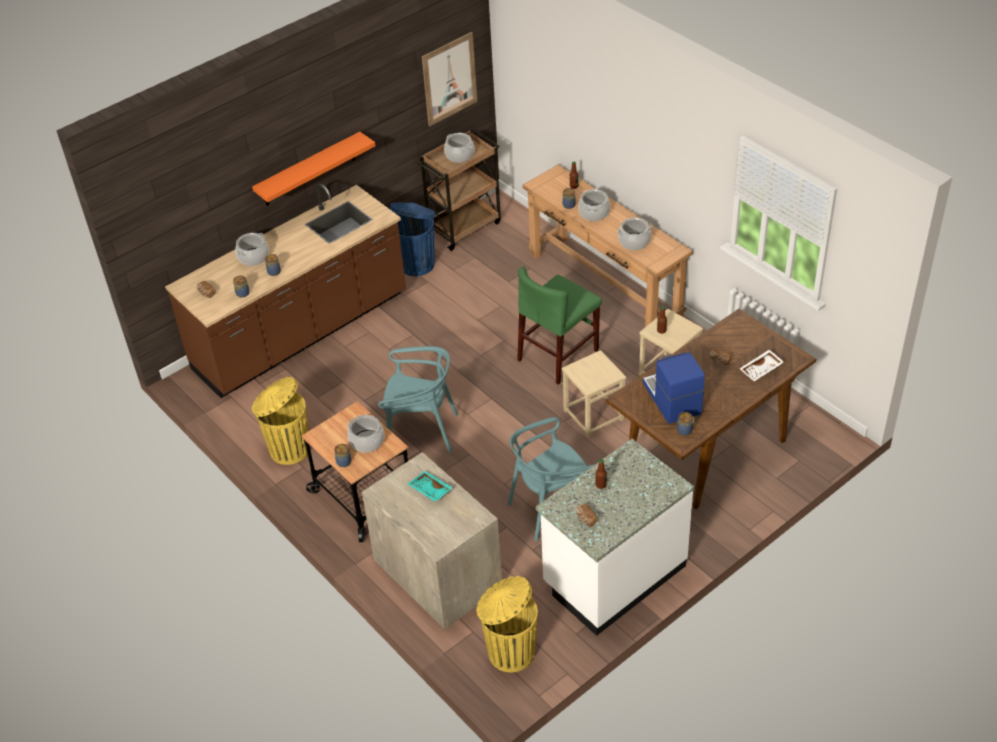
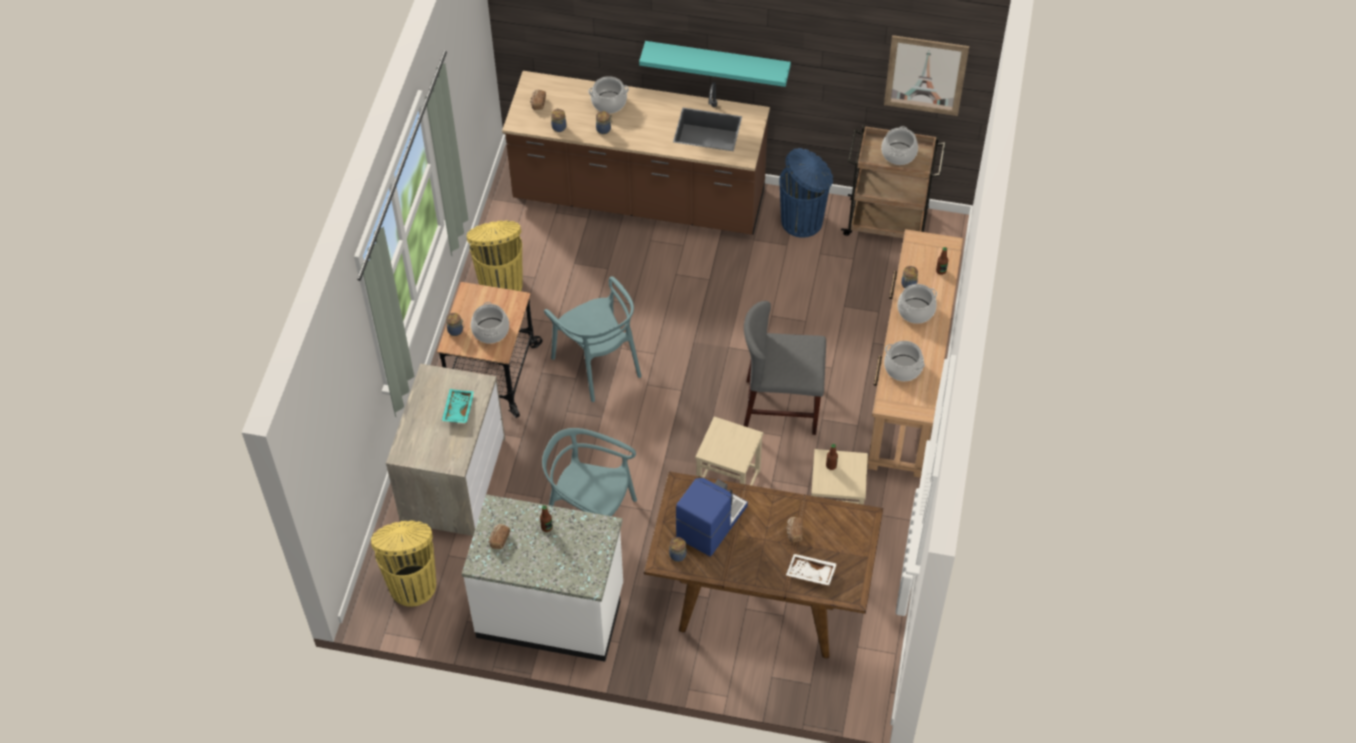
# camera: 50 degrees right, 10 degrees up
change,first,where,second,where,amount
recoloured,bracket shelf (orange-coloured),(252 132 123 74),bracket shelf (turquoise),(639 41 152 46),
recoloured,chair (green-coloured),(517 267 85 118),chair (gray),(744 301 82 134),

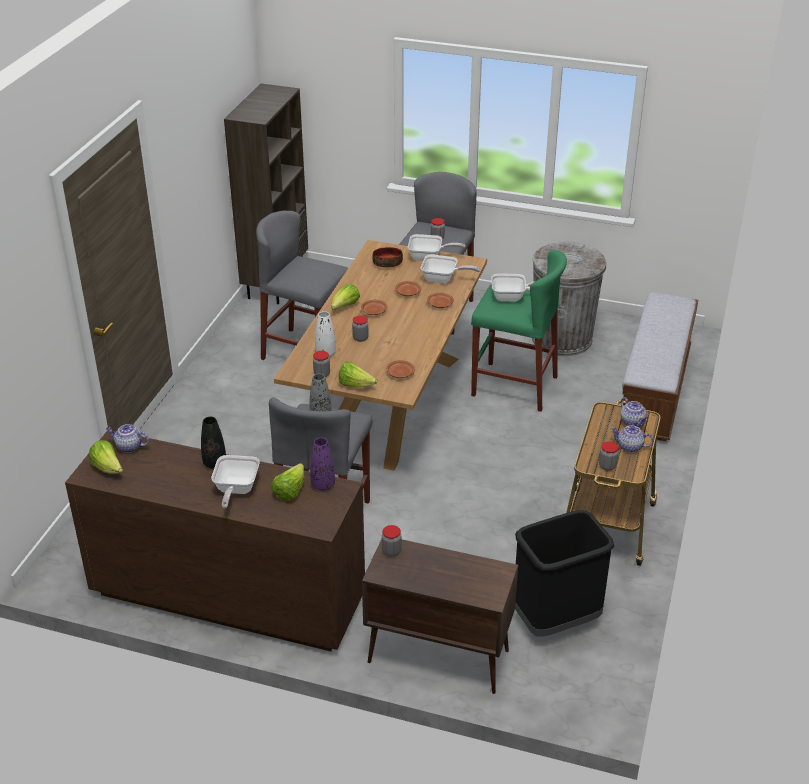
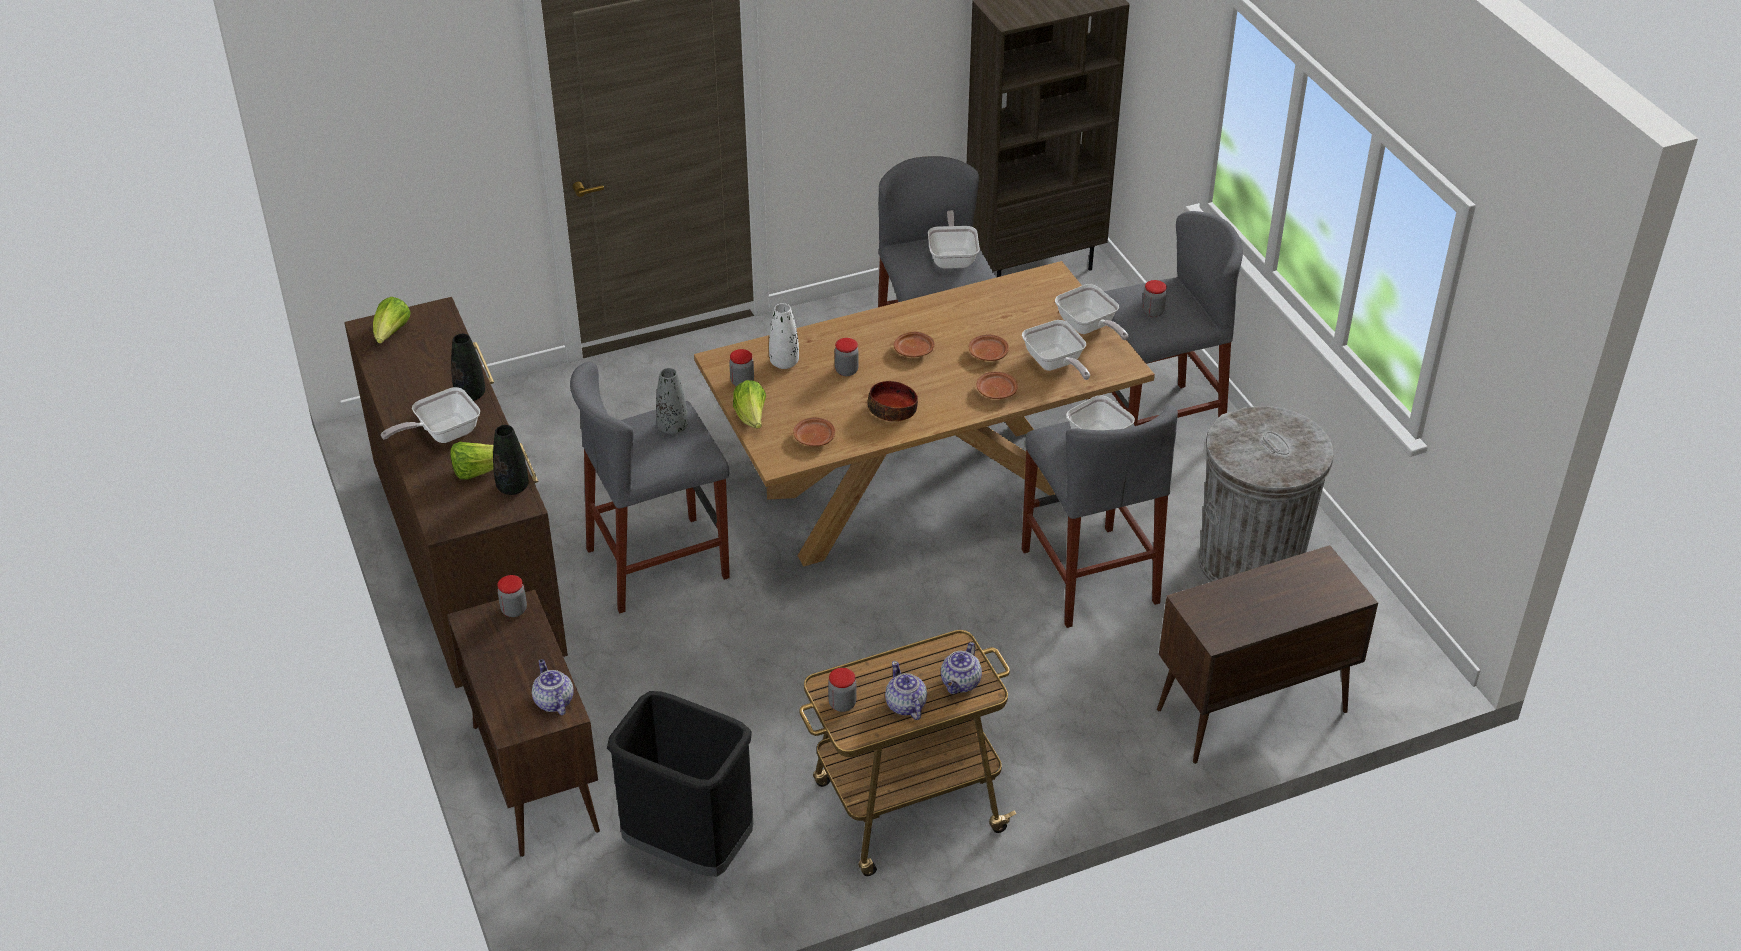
# camera: 50 degrees right, 5 degrees up
change,first,where,second,where,amount
moved,teapot,(106 424 43 29),,(532 659 42 56),
recoloured,decorative vase (purple-coloured),(310 438 25 52),decorative vase (blackish),(493 425 35 70),
removed,lettuce,(332 284 28 26),,,
moved,serving bowl,(372 247 31 21),,(867 381 51 41),
recoloured,stool (green-coloured),(471 250 96 162),stool (gray),(1022 405 156 223),
replaced,long seat,(618 292 80 149),storage cabinet (brownish),(1157 545 221 219),
added,,,skillet,(928 210 52 59),

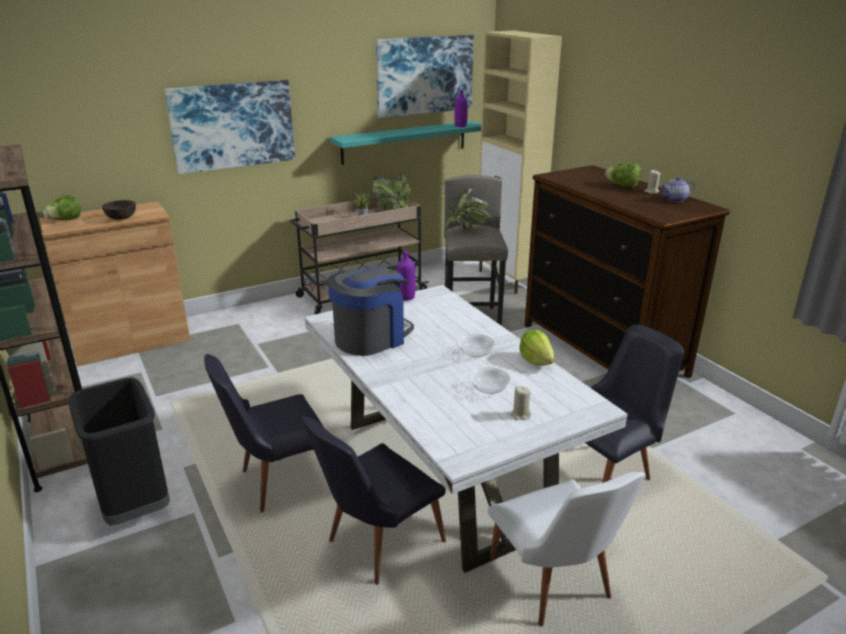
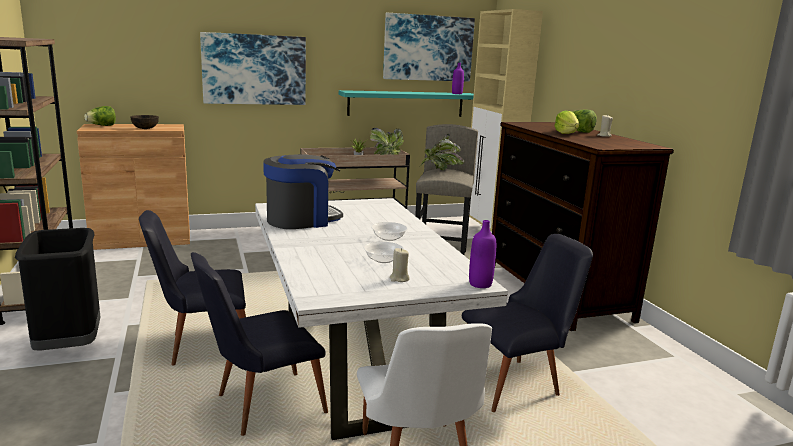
# camera: 10 degrees right, 10 degrees down
change,first,where,second,where,amount
moved,beverage bottle (purple-coloured),(397 251 18 50),,(469 220 27 68),
moved,lettuce,(519 329 35 37),,(554 111 25 23),
removed,teapot,(660 177 35 25),,,

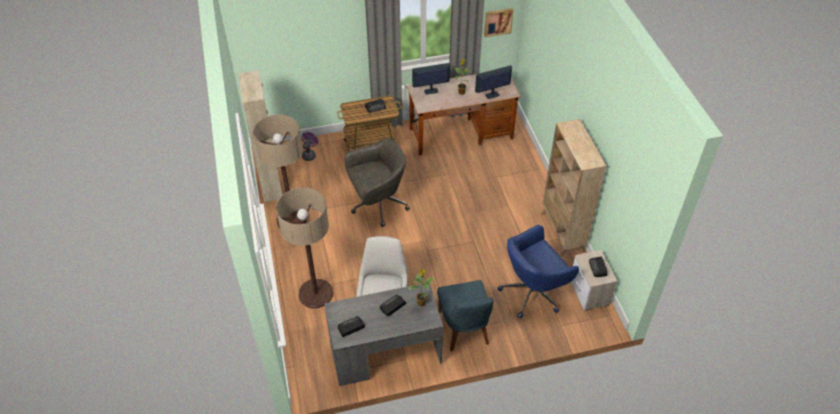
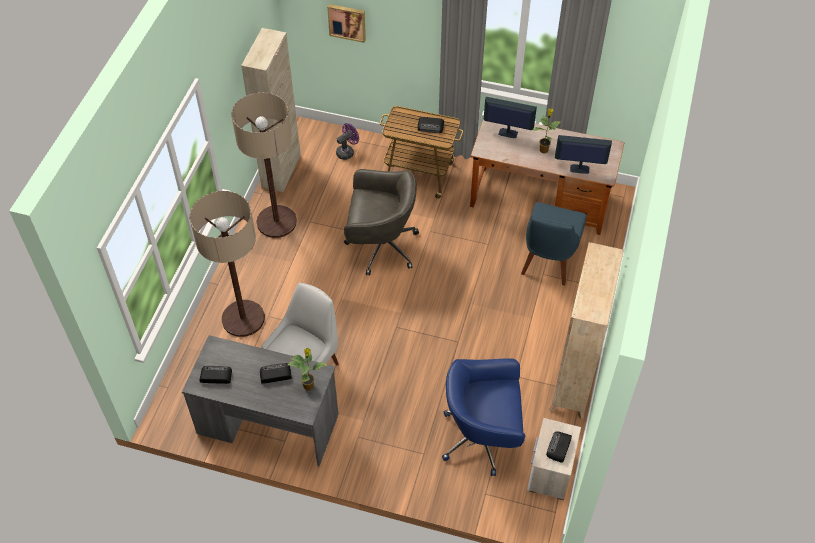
# camera: 30 degrees right, 5 degrees up
change,first,where,second,where,amount
moved,chair (blue-coloured),(437 280 56 71),,(521 202 66 84),
moved,wall art,(484 8 30 29),,(327 4 39 39),

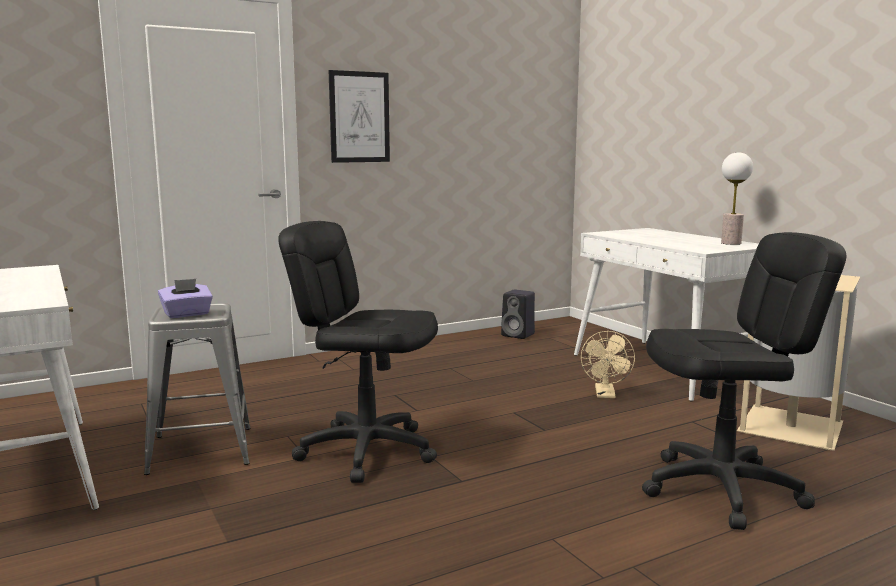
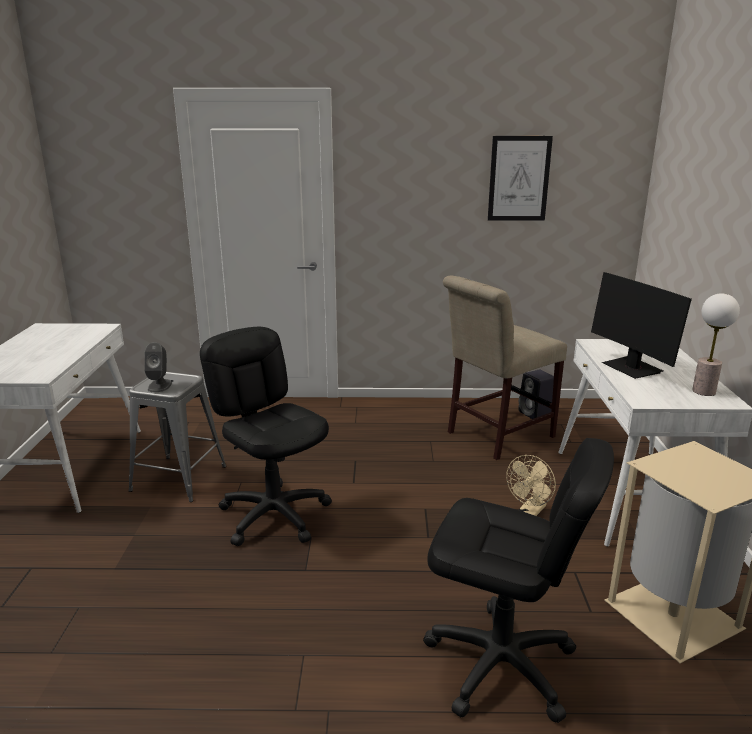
# camera: 30 degrees right, 10 degrees up
change,first,where,second,where,amount
replaced,box of tissues (purple-coloured),(158 279 55 39),loudspeaker (gray),(144 342 28 50),
moved,wall art,(328 70 62 93),,(488 136 65 85),
added,,,chair (beige-coloured),(443 276 124 184),
added,,,computer screen,(591 272 101 107),

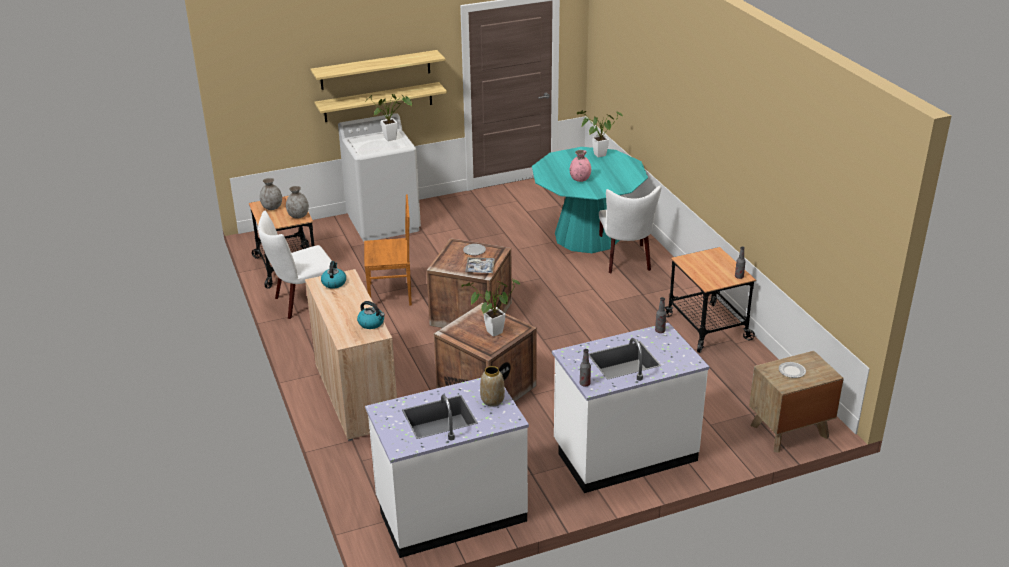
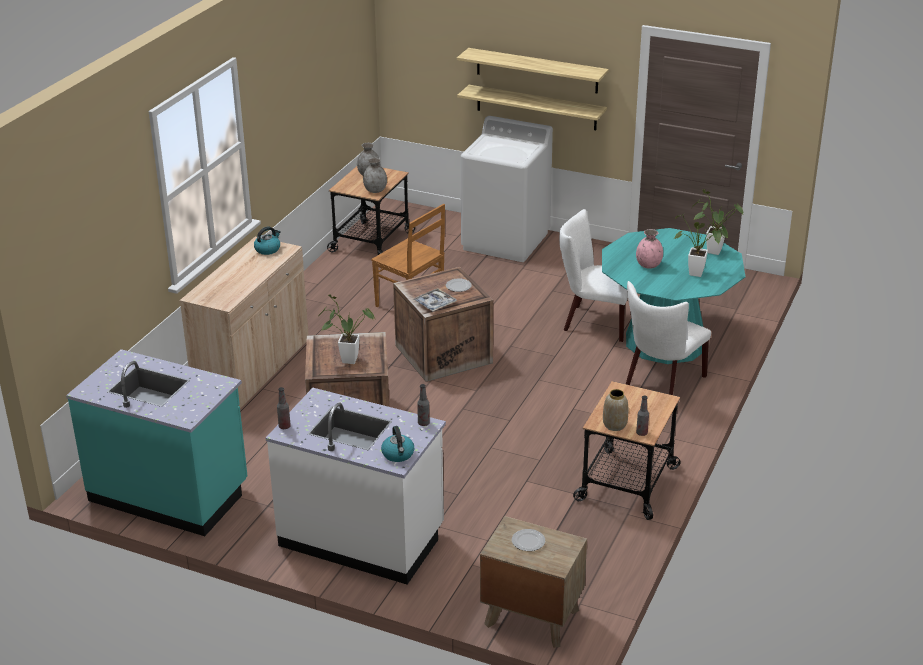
# camera: 45 degrees right, 0 degrees up
change,first,where,second,where,amount
moved,chair (whitish),(258 211 74 108),,(559 209 72 133),
moved,tea kettle,(357 301 28 28),,(381 426 33 36),
recoloured,kitchen base unit (whitish),(365 378 164 180),kitchen base unit (turquoise),(66 349 181 187),
moved,potted plant,(366 94 46 47),,(673 214 55 63),
moved,decorative vase,(480 366 25 40),,(603 389 25 42),

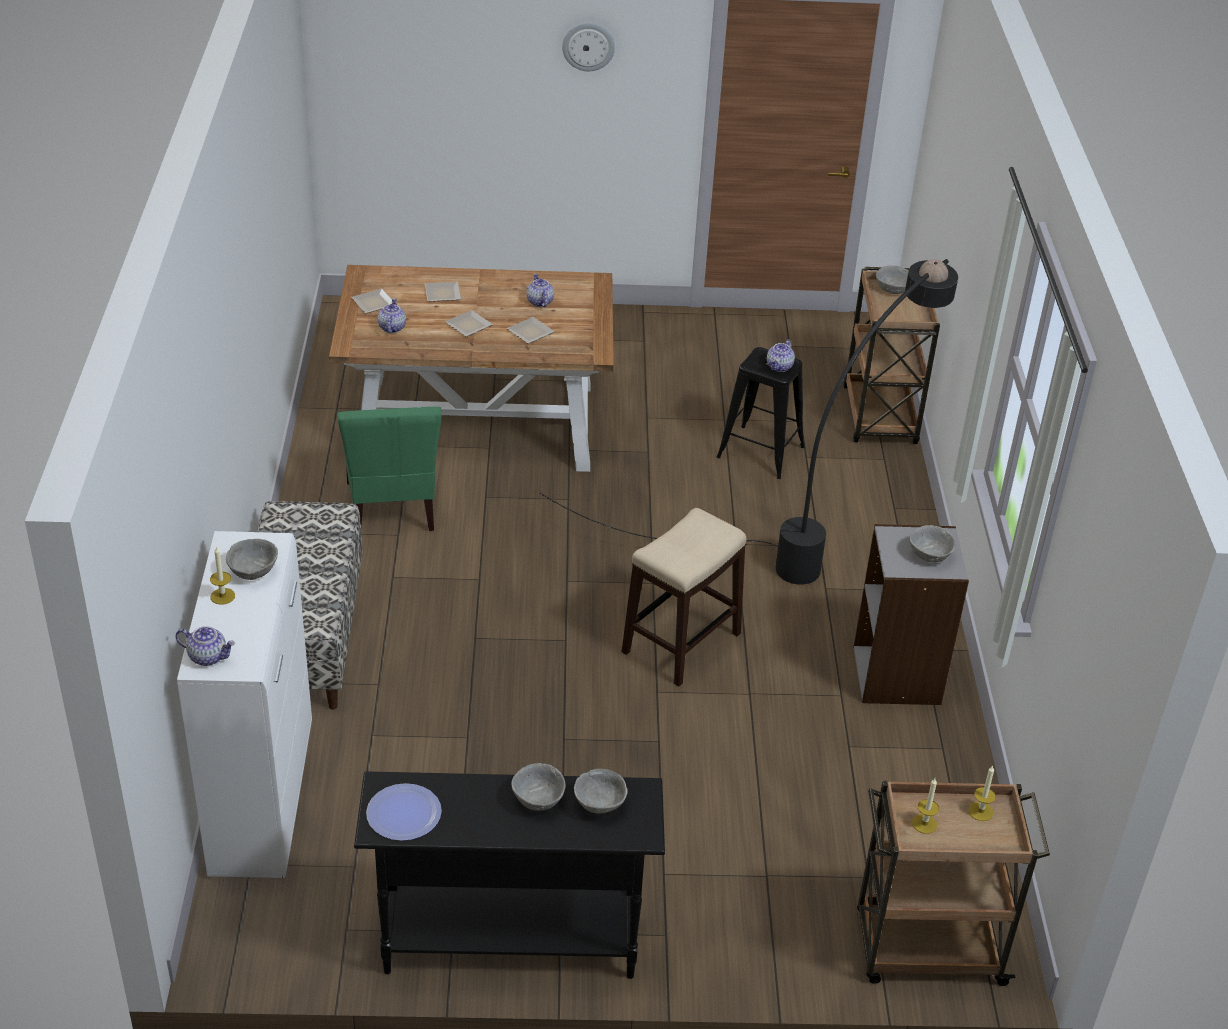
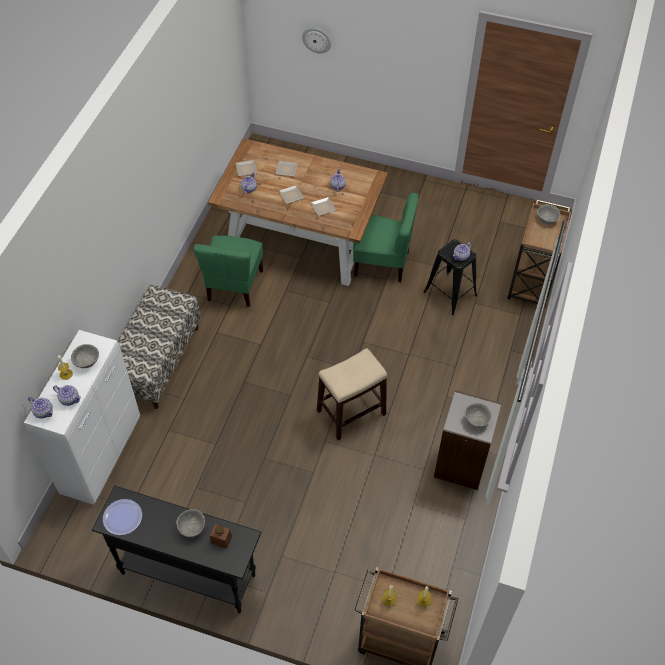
# camera: 20 degrees right, 15 degrees up
change,first,where,second,where,amount
removed,standard lamp (blackish),(540 259 418 326),,,
moved,clock on the wall,(562 23 53 48),,(302 28 29 25),
replaced,serving bowl (gray),(574 769 54 45),storage jar (brownish),(210 524 22 24),
added,,,teapot,(53 385 28 21),
added,,,chair (green-coloured),(353 193 66 89),

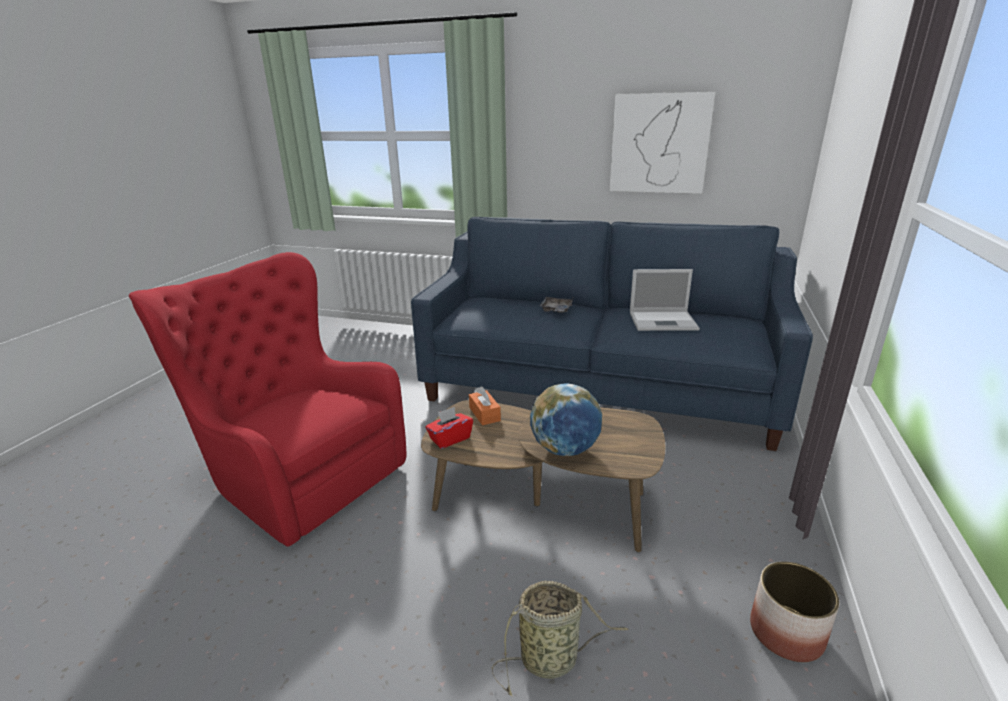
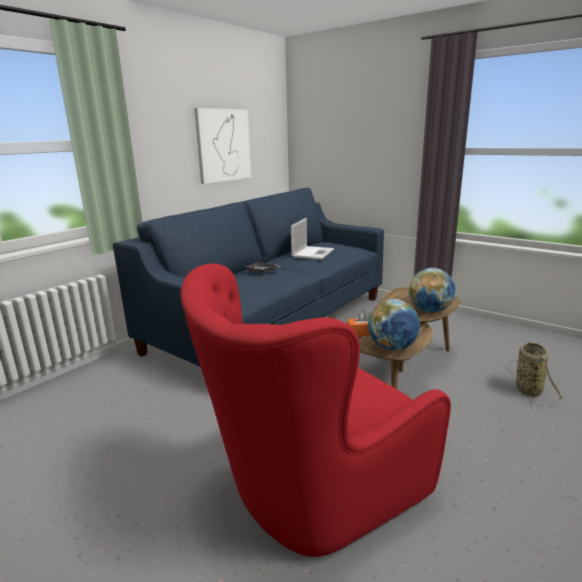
# camera: 70 degrees left, 5 degrees down
change,first,where,second,where,amount
replaced,box of tissues (red-coloured),(426 407 47 42),desk globe,(368 299 52 51),
removed,plant pot,(750 561 90 101),,,

